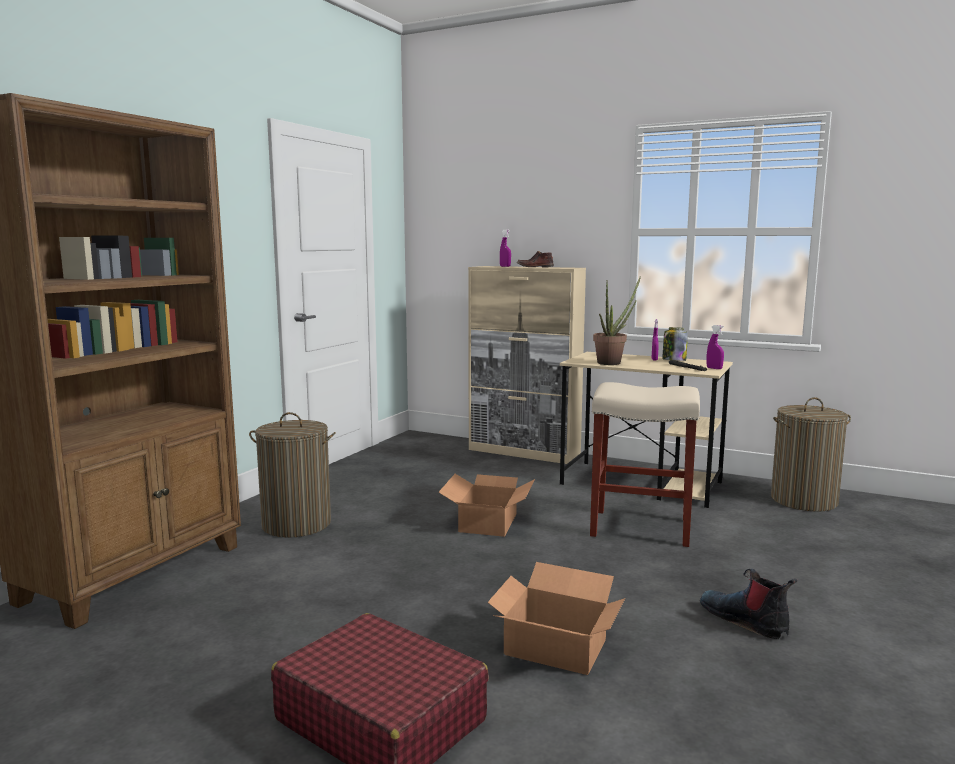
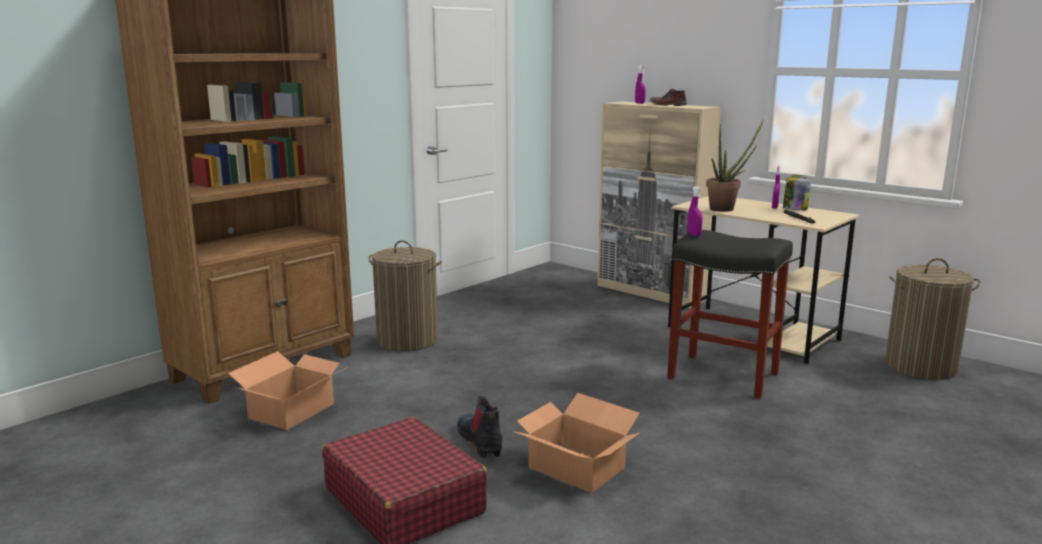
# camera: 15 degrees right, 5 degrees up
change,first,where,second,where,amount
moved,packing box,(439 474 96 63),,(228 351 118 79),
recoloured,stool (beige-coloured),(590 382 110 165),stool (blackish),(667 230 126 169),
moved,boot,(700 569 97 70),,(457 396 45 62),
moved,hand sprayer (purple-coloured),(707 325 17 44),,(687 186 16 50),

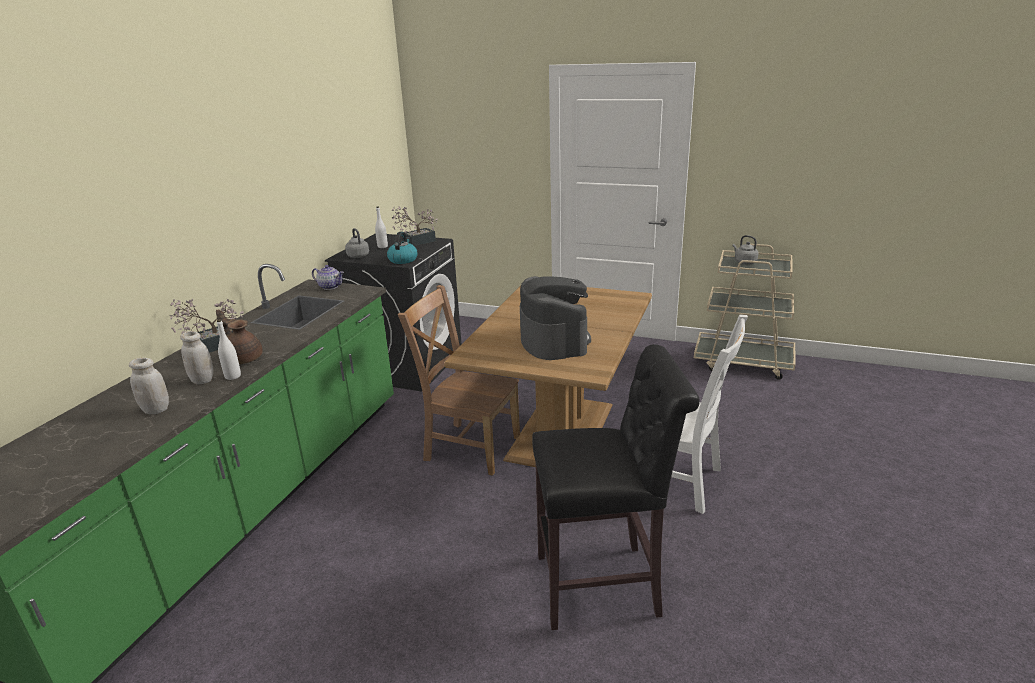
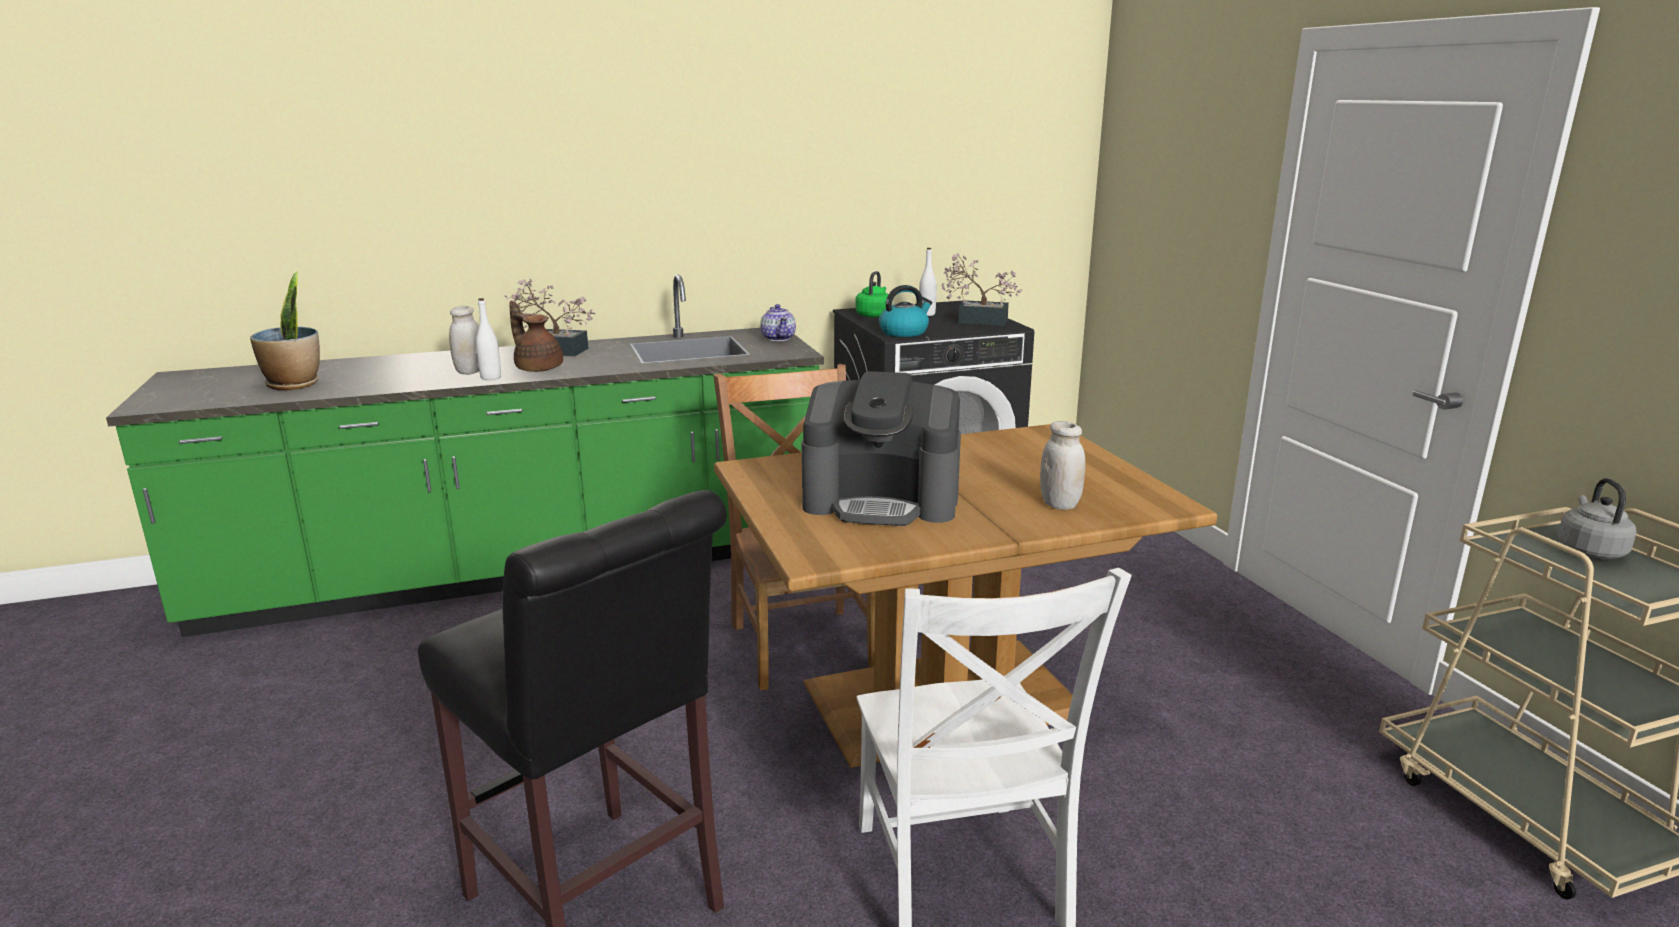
# camera: 50 degrees right, 5 degrees down
change,first,where,second,where,amount
moved,storage jar (whitish),(129 358 40 56),,(1040 421 45 89),
turned,teapot (brownish),(216 309 47 55),,(509 301 54 71),45 degrees counterclockwise
recoloured,tea kettle (gray),(345 228 24 30),tea kettle (green-coloured),(855 271 34 46),
turned,coffee maker,(520 276 71 84),,(801 371 160 155),60 degrees clockwise
added,,,potted plant,(250 271 70 119),

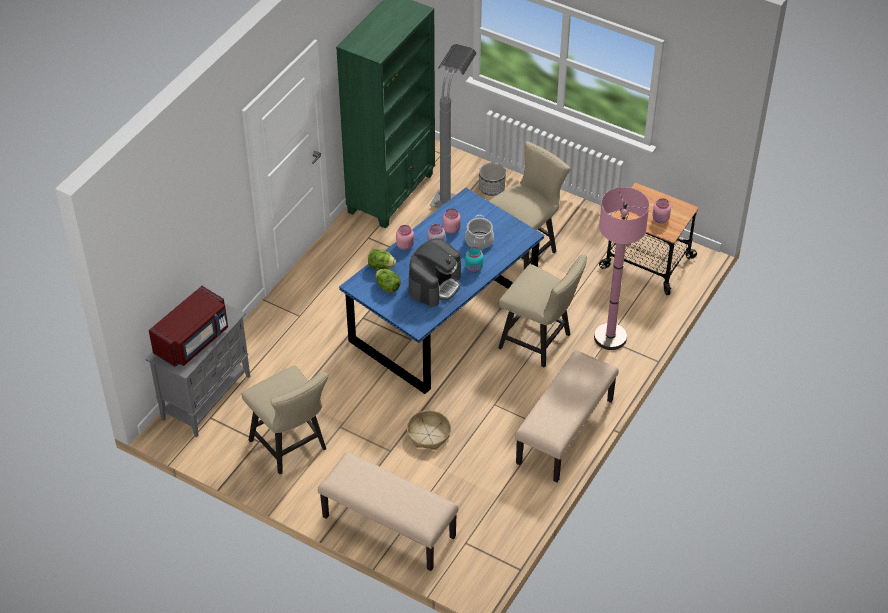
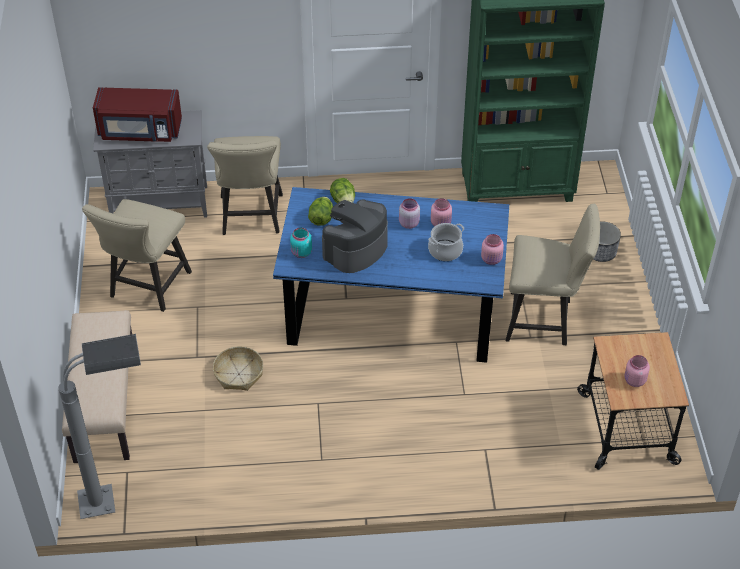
# camera: 55 degrees right, 0 degrees up
change,first,where,second,where,amount
moved,storage jar (pink),(396 225 18 25),,(481 234 23 31),
turned,coffee maker,(409 238 52 69),,(322 199 66 74),135 degrees clockwise
moved,standard lamp (gray),(429 44 48 164),,(59 334 82 185),
moved,storage jar (turquoise),(465 247 18 26),,(290 227 22 31),
moved,chair (beige-coloured),(498 254 89 114),,(207 136 76 99),
removed,long seat (beige-coloured),(515 350 104 132),,,
removed,standard lamp (pink),(594 187 55 163),,,

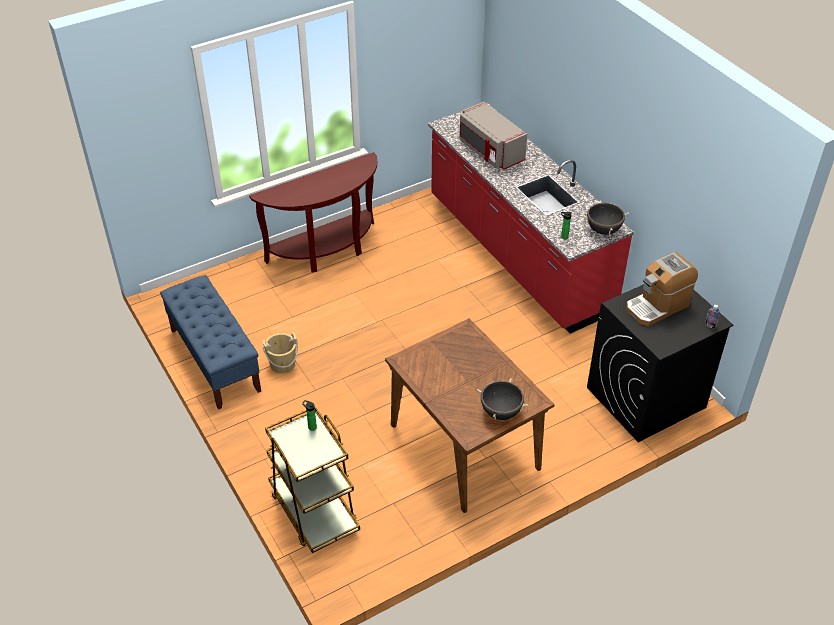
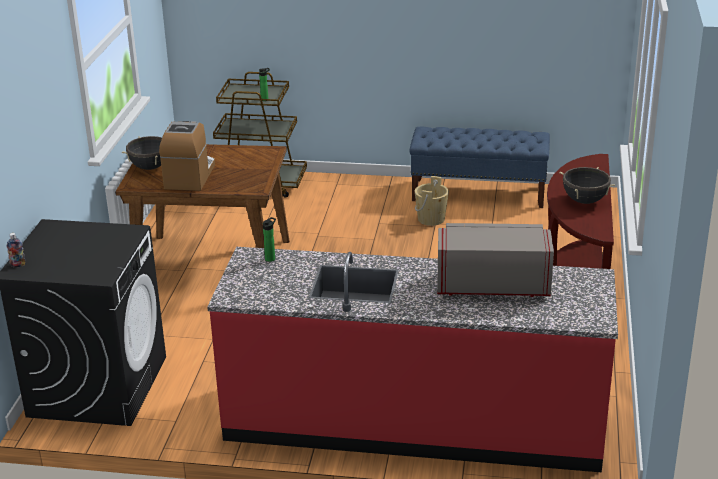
# camera: 130 degrees right, 15 degrees down
change,first,where,second,where,amount
moved,saucepot (blackish),(583 200 46 35),,(559 167 56 37),
moved,coffee maker,(626 252 72 74),,(159 121 56 70),

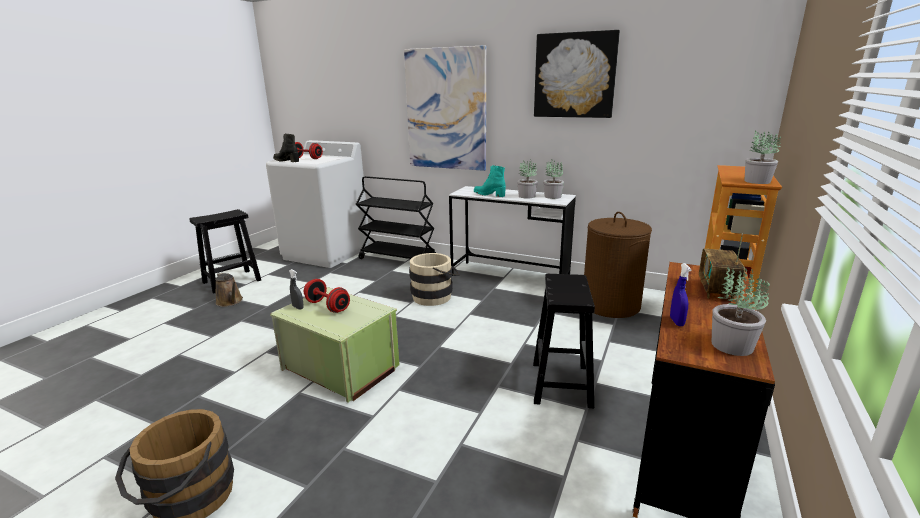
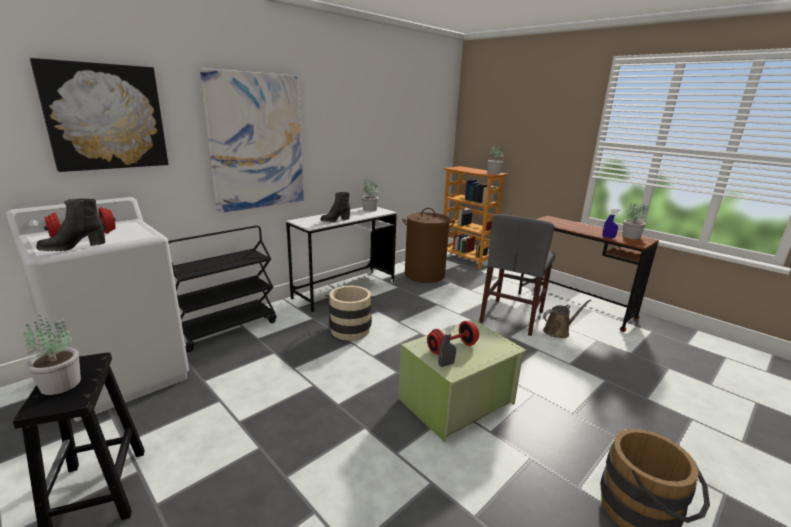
# camera: 70 degrees left, 0 degrees up
change,first,where,second,where,amount
moved,sprinkling can (brownish),(215 272 28 35),,(543 300 48 38),
recoloured,boot (turquoise),(474 166 32 31),boot (blackish),(321 192 29 30),
moved,potted plant,(517 159 21 40),,(23 315 58 80),
replaced,stool (blackish),(533 274 62 134),chair (gray),(479 214 76 122),
moved,wall art,(534 30 86 88),,(30 58 138 114),
removed,radio,(699 234 46 67),,,

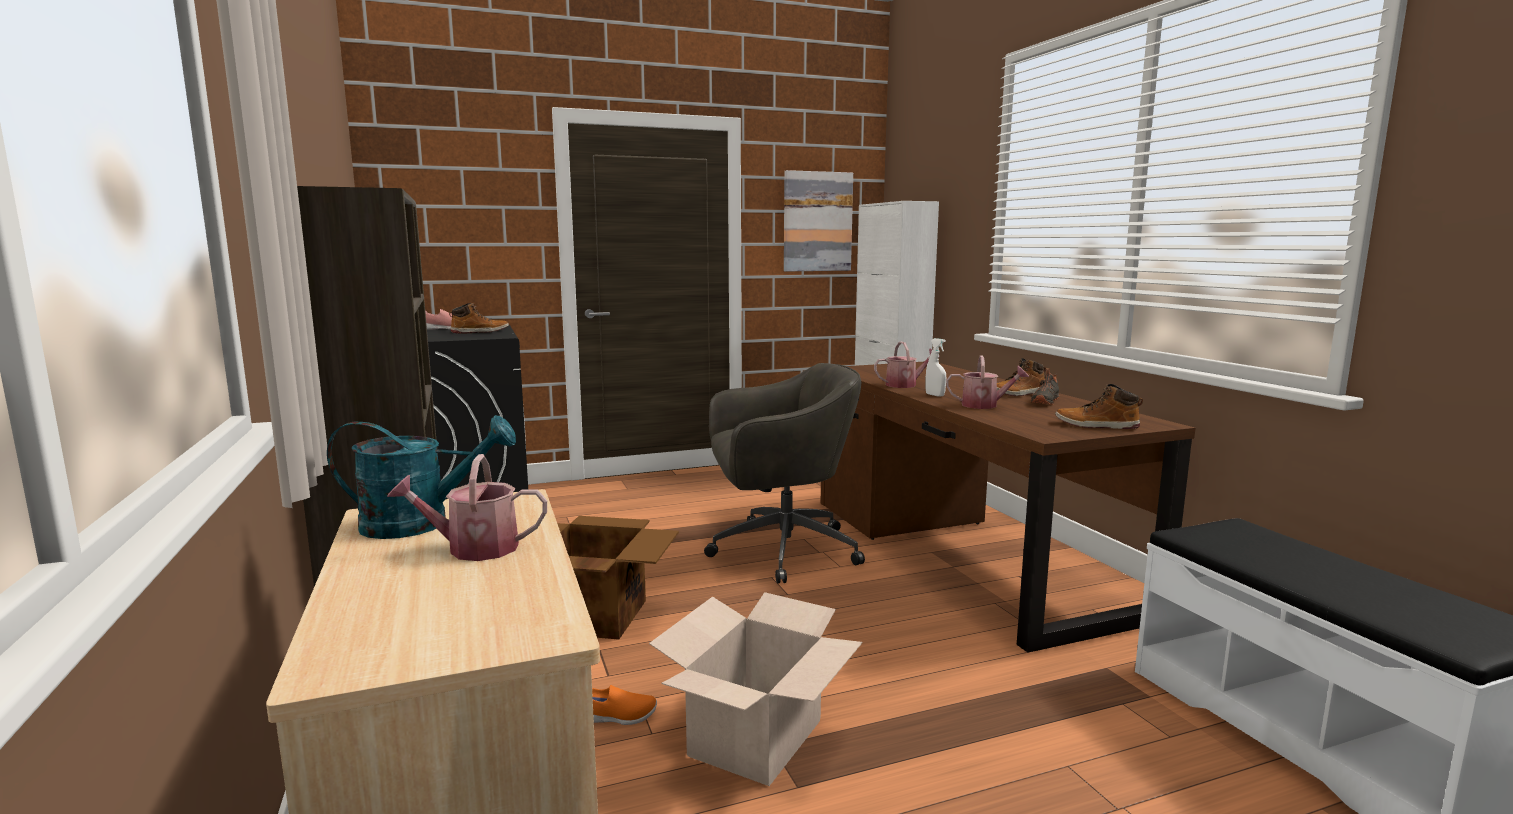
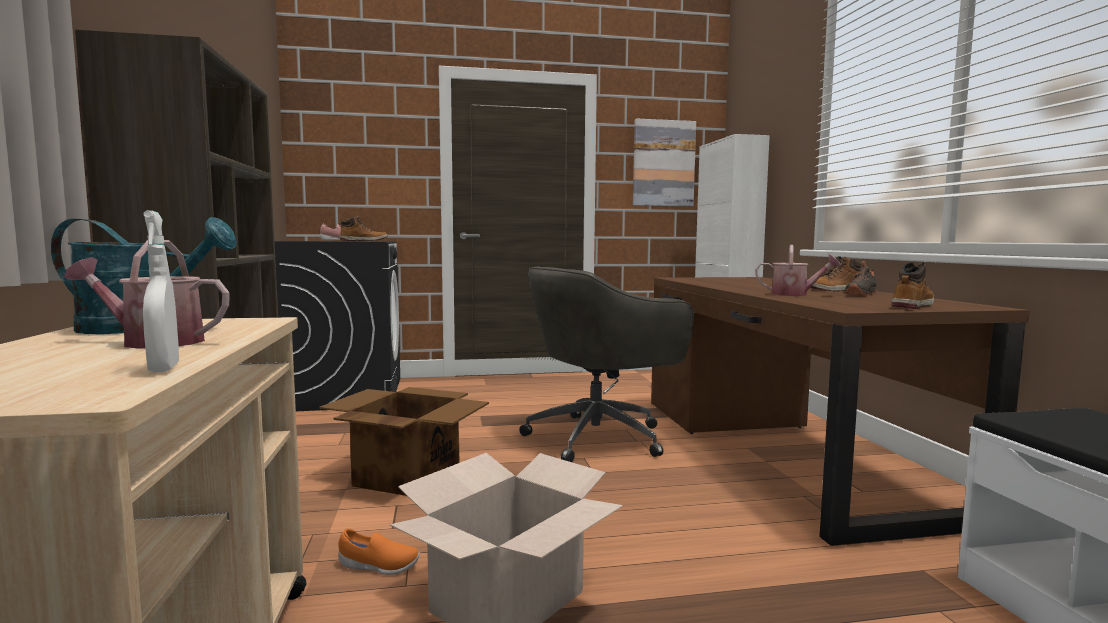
# camera: 10 degrees right, 5 degrees down
change,first,where,second,where,amount
turned,computer chair (gray),(704 363 161 221),,(519 267 175 195),150 degrees clockwise
removed,sprinkling can,(874 341 66 47),,,
moved,hand sprayer (whitish),(925 338 21 58),,(143 210 36 162),
turned,boot,(1055 384 88 45),,(891 262 43 47),105 degrees clockwise

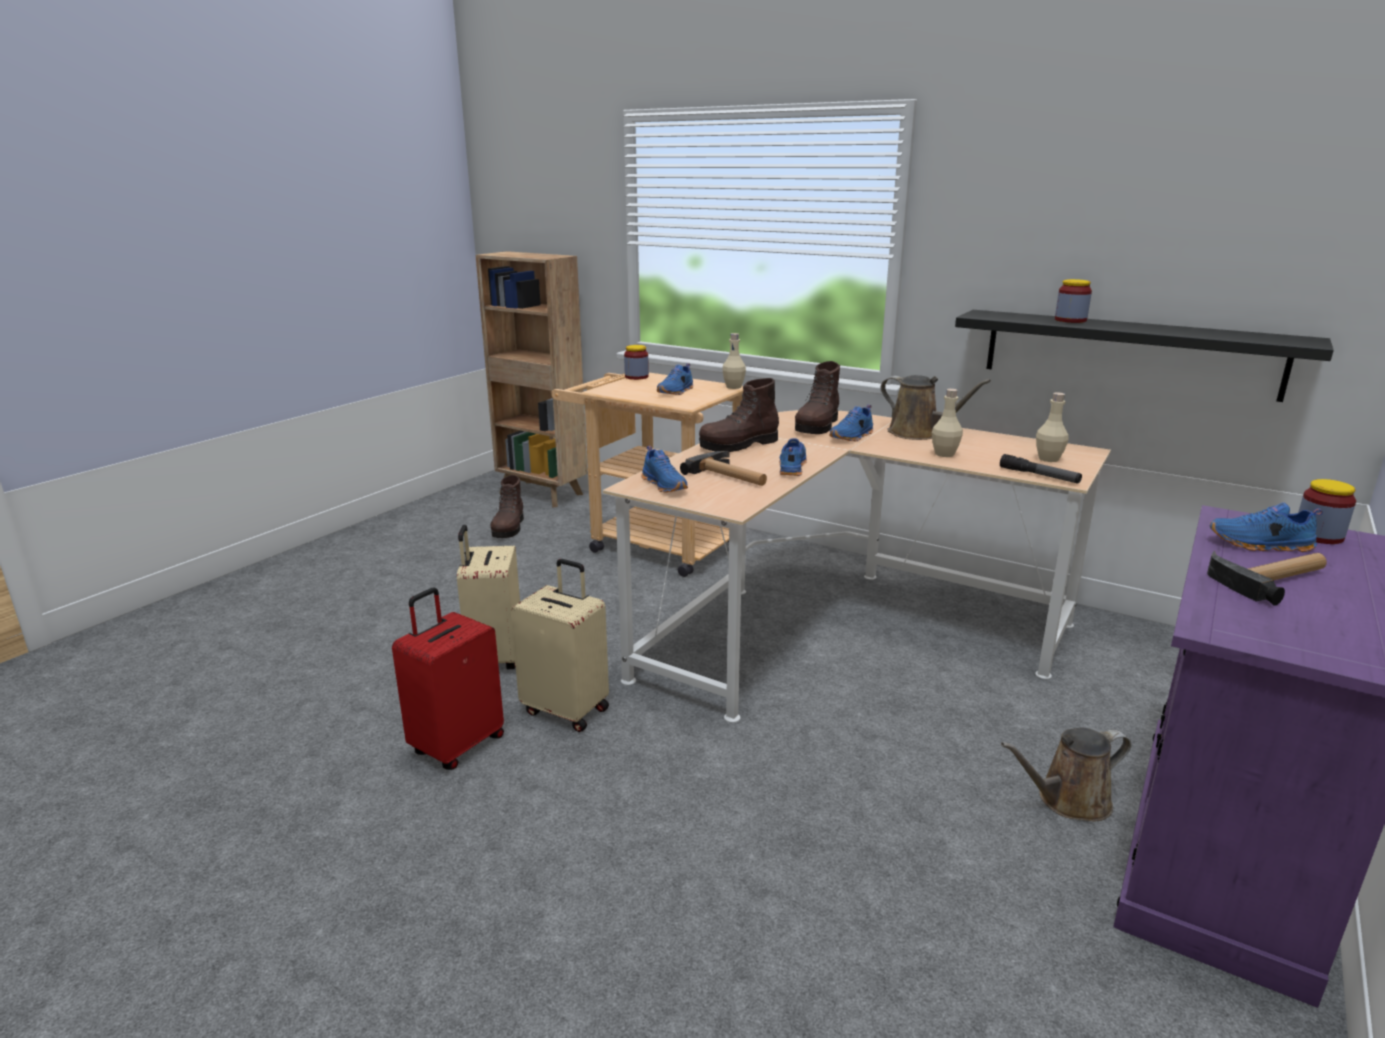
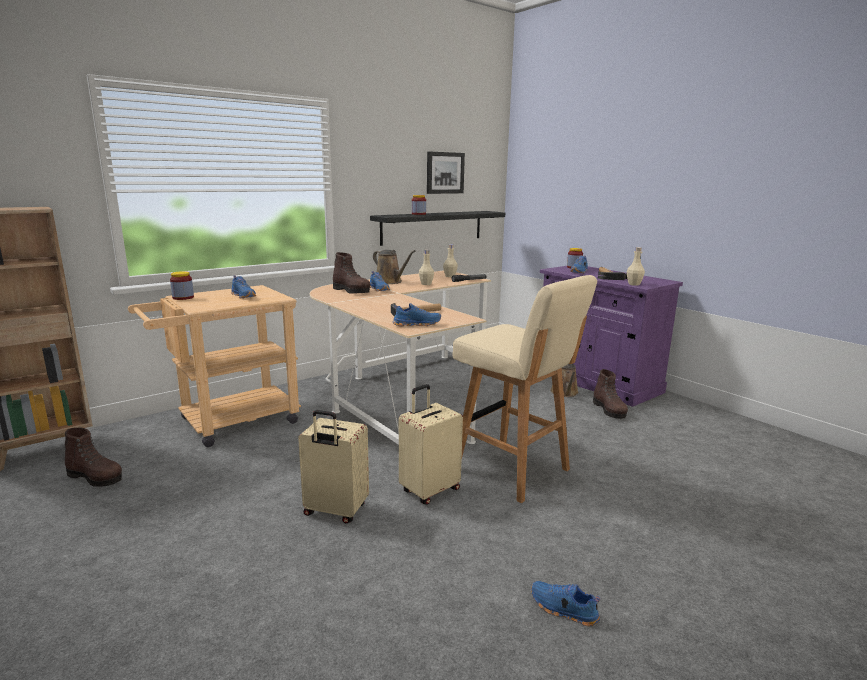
# camera: 70 degrees left, 5 degrees down
change,first,where,second,where,amount
removed,suitcase (red-coloured),(392 588 112 182),,,
moved,boot (brownish),(699 378 80 74),,(593 369 35 50),
moved,beverage bottle (beige-coloured),(722 333 24 56),,(627 247 18 39),
moved,shoe (blue-coloured),(779 438 28 38),,(531 581 69 45),
turned,sprinkling can (brownish),(880 375 111 65),,(373 250 42 34),75 degrees clockwise
added,,,wall art,(427 151 38 43),
added,,,stool (beige-coloured),(452 275 145 228),

